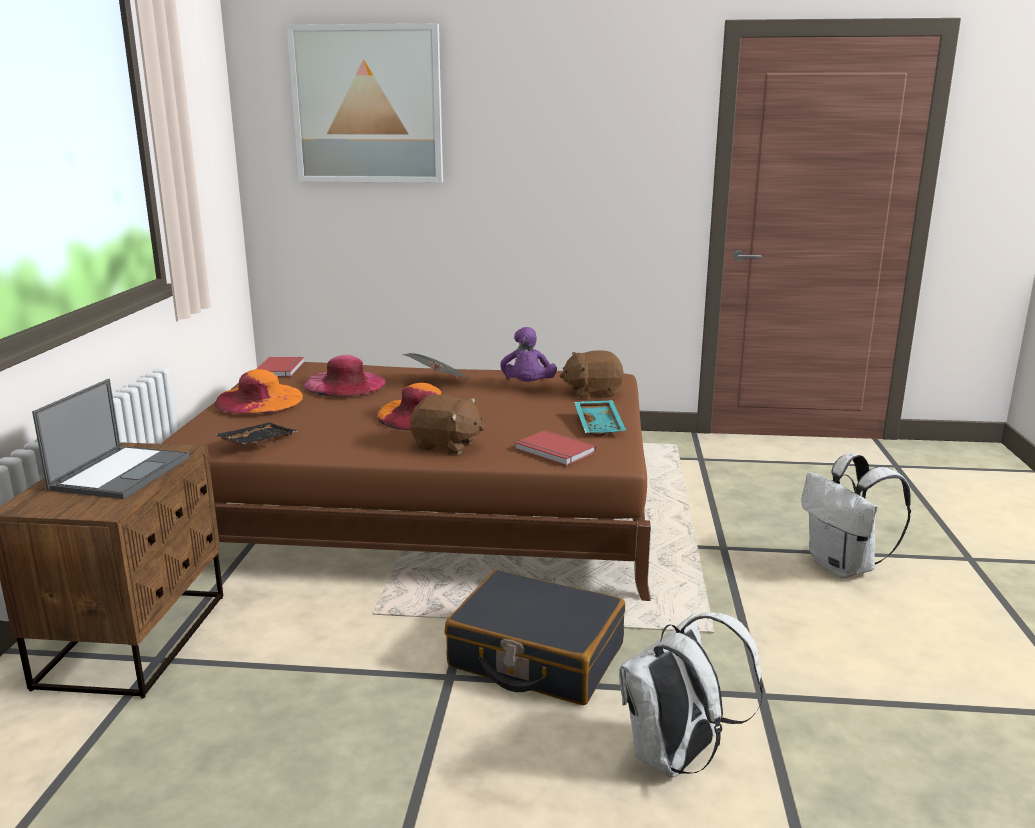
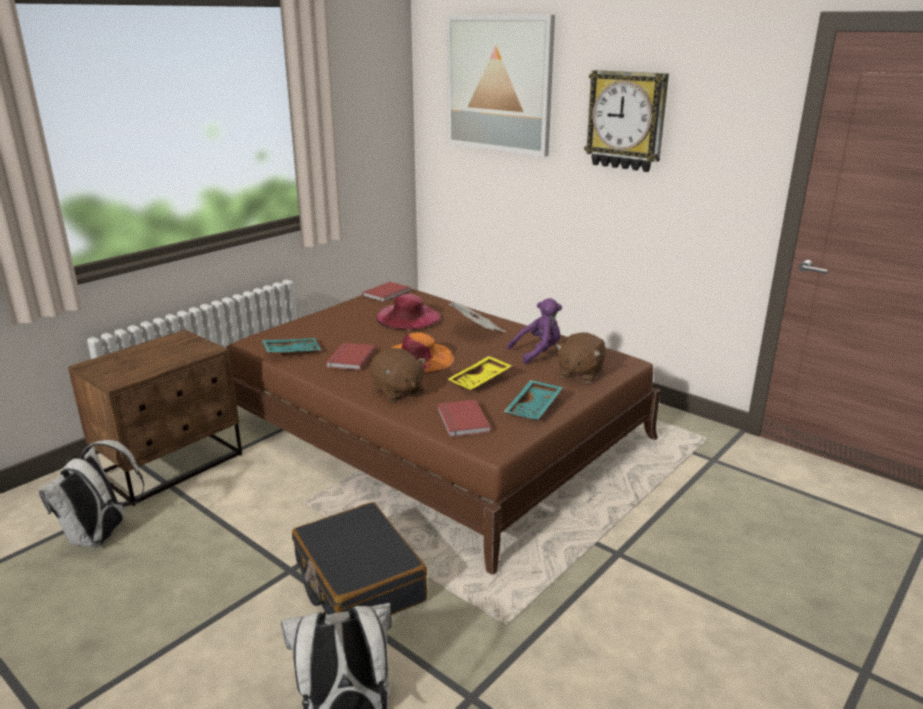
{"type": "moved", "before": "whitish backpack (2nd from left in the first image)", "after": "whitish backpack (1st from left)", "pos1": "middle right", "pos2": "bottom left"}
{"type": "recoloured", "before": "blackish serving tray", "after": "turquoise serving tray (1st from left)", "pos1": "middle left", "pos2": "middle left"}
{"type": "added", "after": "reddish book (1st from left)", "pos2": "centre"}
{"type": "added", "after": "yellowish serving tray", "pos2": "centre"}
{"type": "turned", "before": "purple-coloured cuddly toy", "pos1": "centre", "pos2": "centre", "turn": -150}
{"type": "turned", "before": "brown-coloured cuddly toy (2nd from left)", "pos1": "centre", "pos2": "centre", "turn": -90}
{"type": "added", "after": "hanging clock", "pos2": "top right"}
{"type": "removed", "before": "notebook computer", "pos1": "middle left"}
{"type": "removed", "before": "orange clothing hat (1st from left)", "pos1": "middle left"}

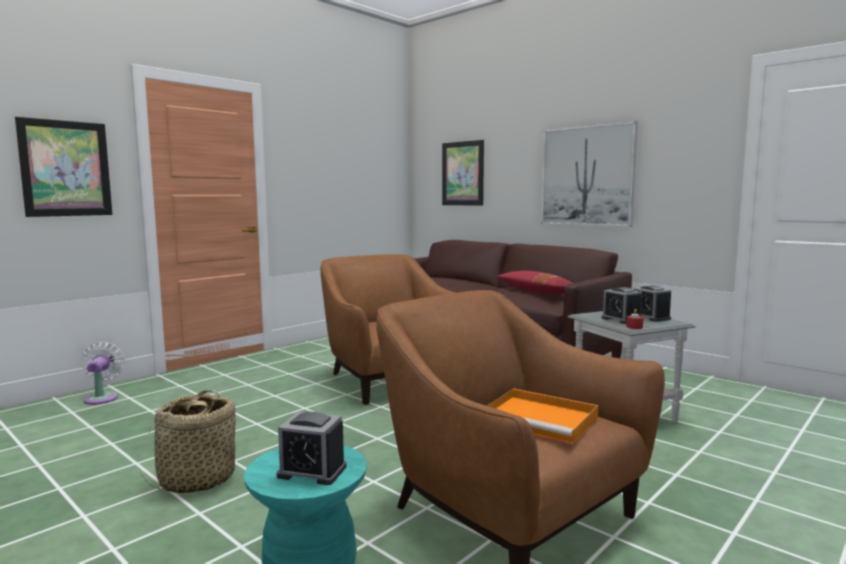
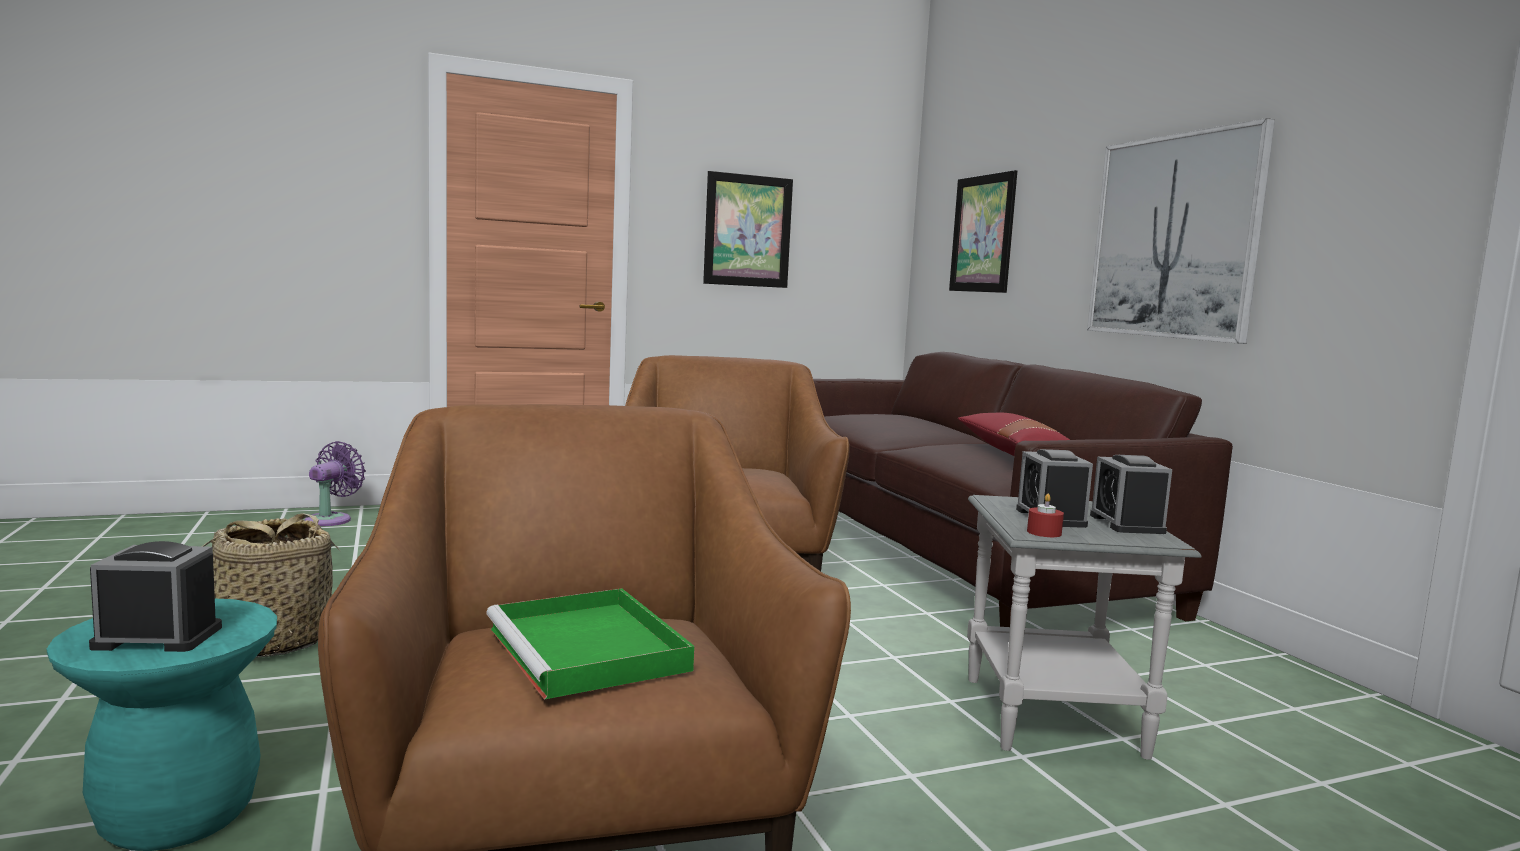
{"type": "turned", "before": "bedside clock (1st from left)", "pos1": "bottom centre", "pos2": "bottom left", "turn": 135}
{"type": "recoloured", "before": "whitish cooling fan", "after": "purple-coloured cooling fan", "pos1": "middle left", "pos2": "middle left"}
{"type": "recoloured", "before": "orange serving tray", "after": "green serving tray", "pos1": "bottom centre", "pos2": "bottom centre"}
{"type": "moved", "before": "wall art (1st from left)", "pos1": "top left", "pos2": "top centre"}

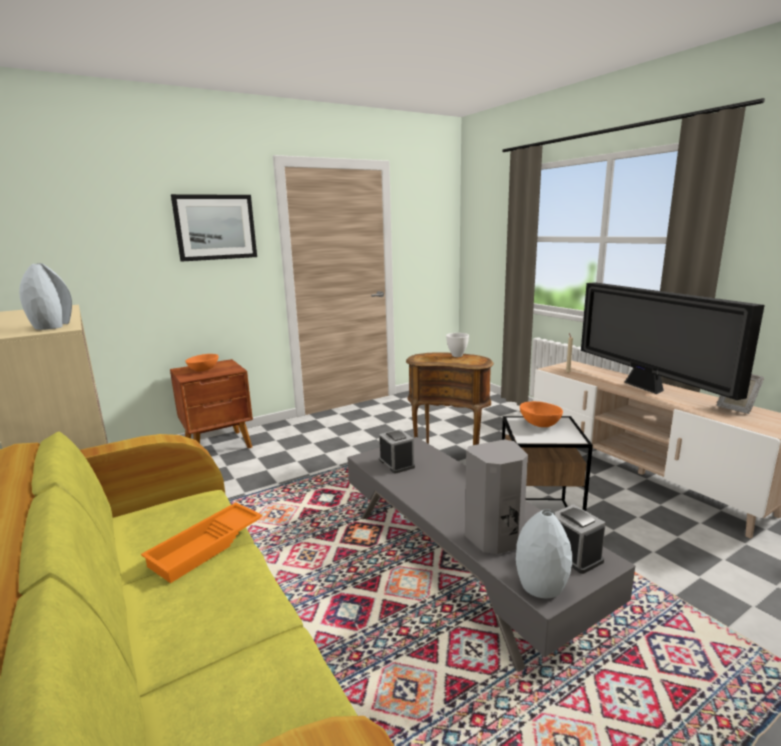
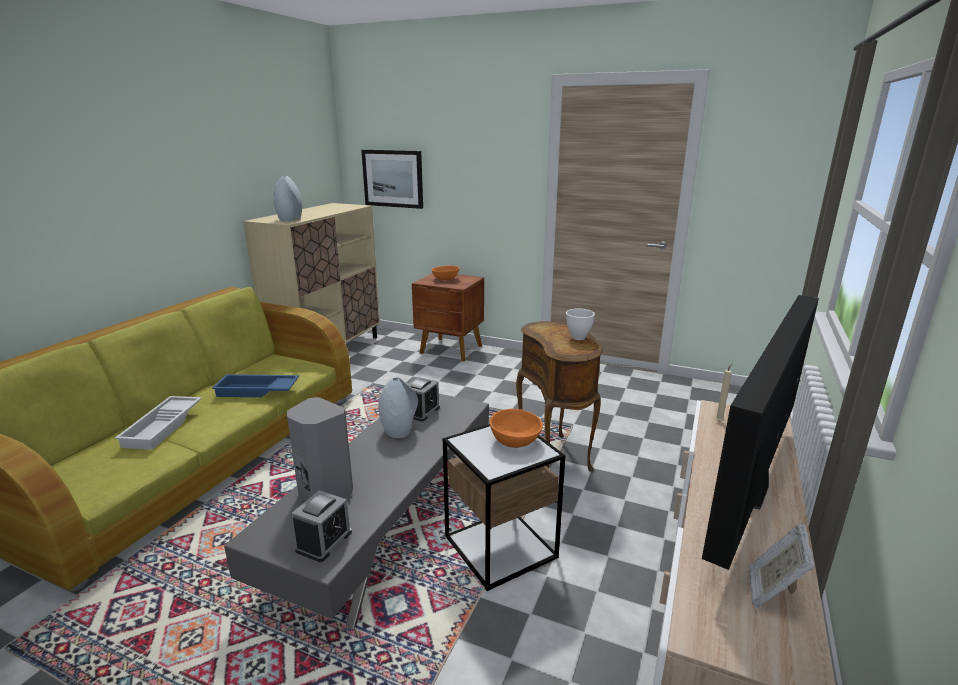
{"type": "added", "after": "whitish serving tray", "pos2": "middle left"}
{"type": "recoloured", "before": "orange serving tray", "after": "blue-coloured serving tray", "pos1": "bottom left", "pos2": "middle left"}
{"type": "moved", "before": "wall art", "pos1": "top left", "pos2": "top centre"}
{"type": "moved", "before": "gray flower vase (2nd from left)", "pos1": "bottom right", "pos2": "centre"}

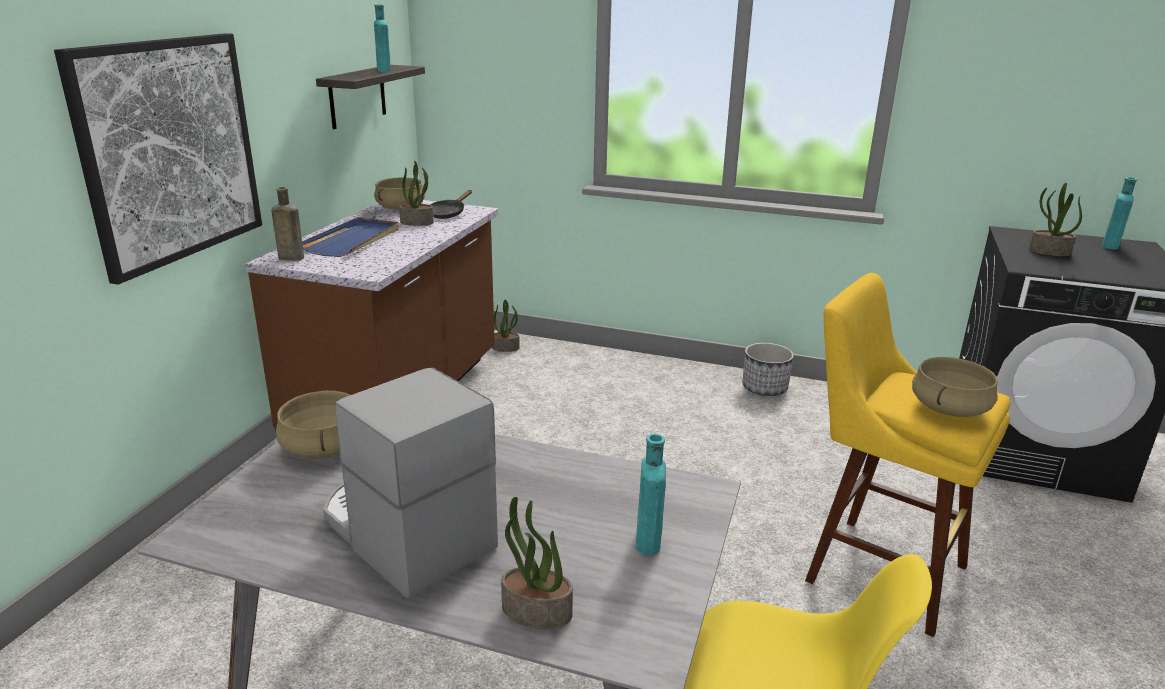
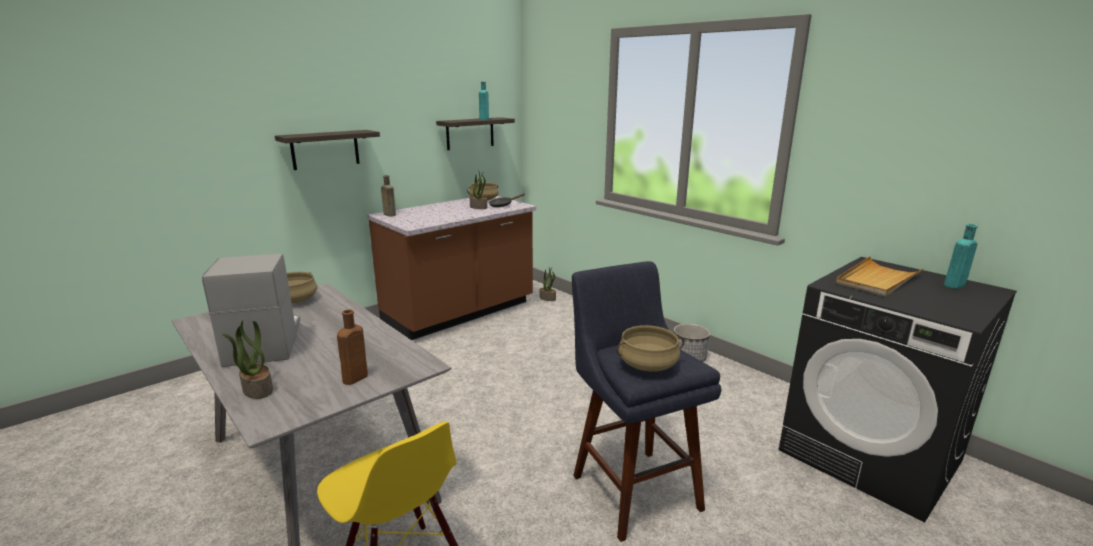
{"type": "replaced", "before": "wall art", "after": "wall shelf (1st from left)", "pos1": "top left", "pos2": "top left"}
{"type": "recoloured", "before": "turquoise drink bottle (2nd from left)", "after": "brown-coloured drink bottle (1st from left)", "pos1": "bottom centre", "pos2": "middle left"}
{"type": "recoloured", "before": "yellowish stool seat", "after": "blue-coloured stool seat", "pos1": "middle right", "pos2": "bottom centre"}
{"type": "replaced", "before": "potted plant (4th from left)", "after": "beige serving tray", "pos1": "top right", "pos2": "middle right"}
{"type": "removed", "before": "blue-coloured serving tray", "pos1": "middle left"}

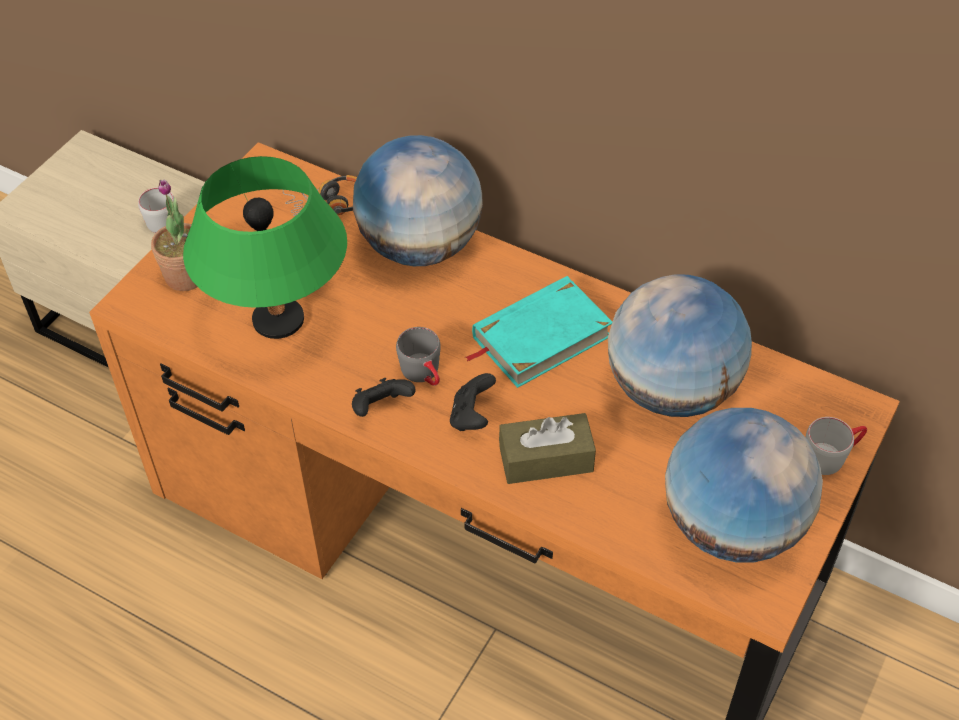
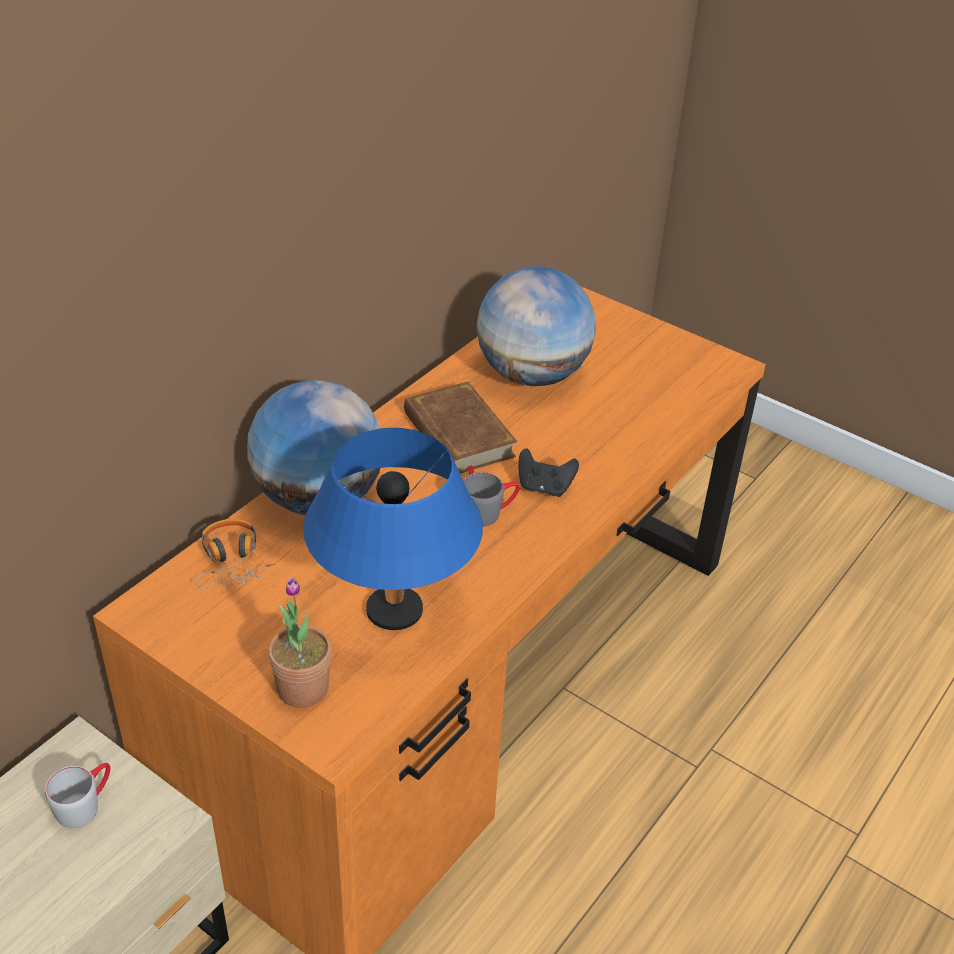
{"type": "recoloured", "before": "green lamp for a table", "after": "blue-coloured lamp for a table", "pos1": "middle left", "pos2": "centre"}
{"type": "recoloured", "before": "turquoise book", "after": "brown-coloured book", "pos1": "centre", "pos2": "centre"}
{"type": "removed", "before": "blackish game controller (1st from left)", "pos1": "centre"}
{"type": "removed", "before": "brown-coloured tissue holder", "pos1": "centre"}
{"type": "removed", "before": "globe (3rd from left)", "pos1": "bottom right"}
{"type": "removed", "before": "gray mug (3rd from left)", "pos1": "middle right"}

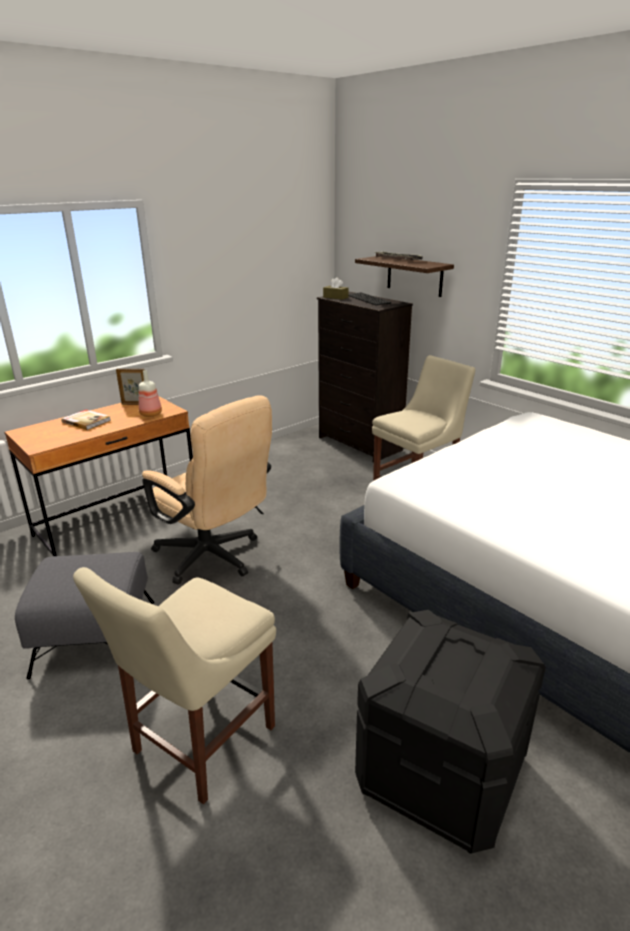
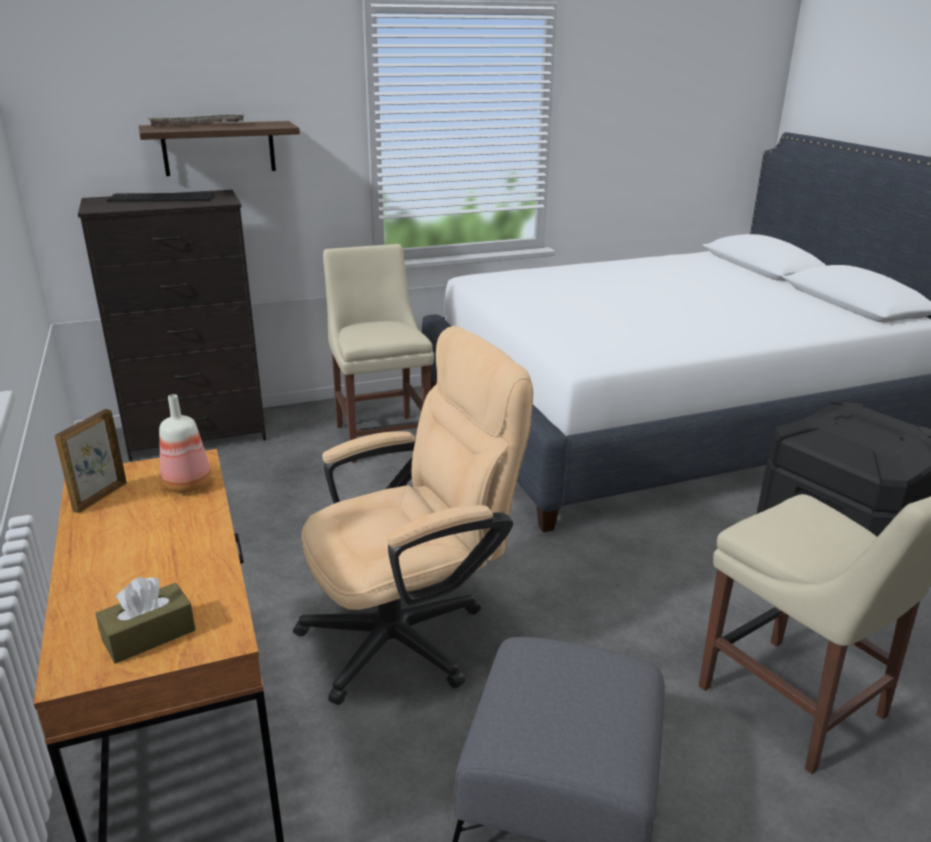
{"type": "moved", "before": "brown-coloured tissue holder", "pos1": "top centre", "pos2": "bottom left"}
{"type": "removed", "before": "book", "pos1": "middle left"}

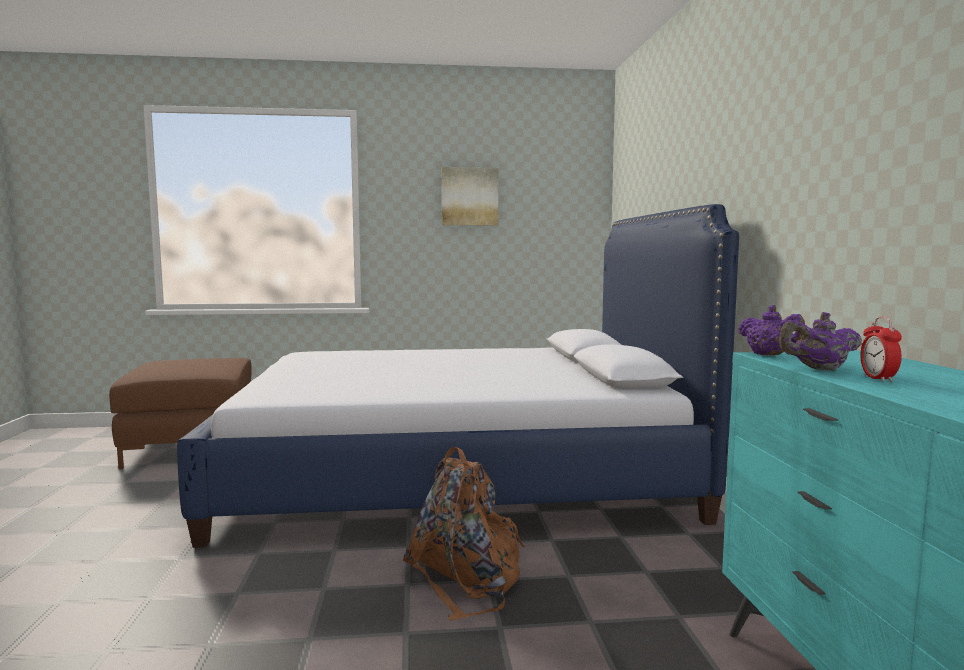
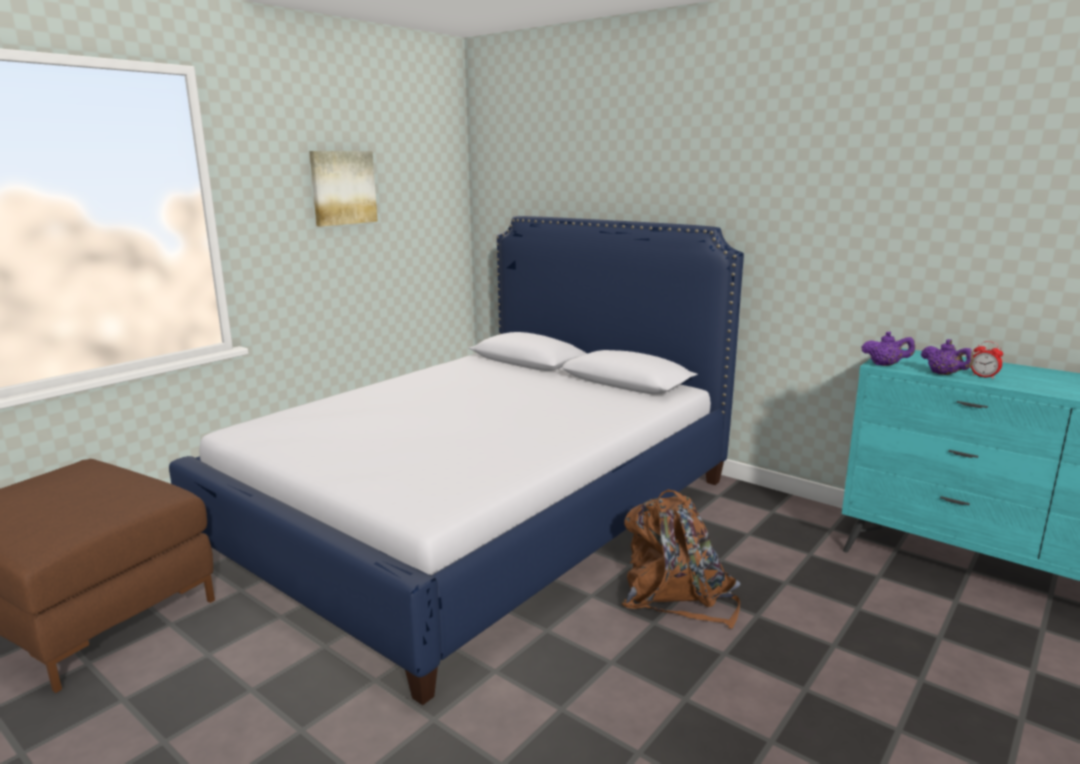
{"type": "turned", "before": "purple-coloured pot for tea (2nd from left)", "pos1": "middle right", "pos2": "middle right", "turn": -75}

